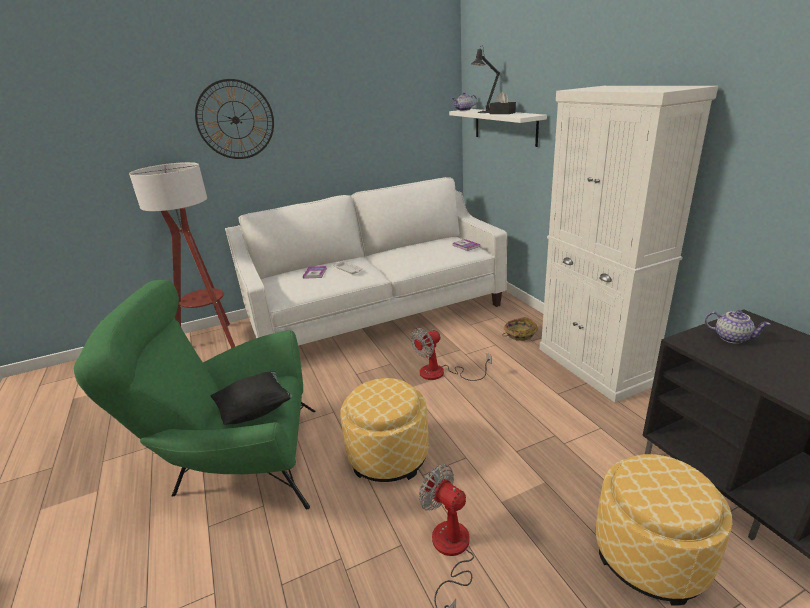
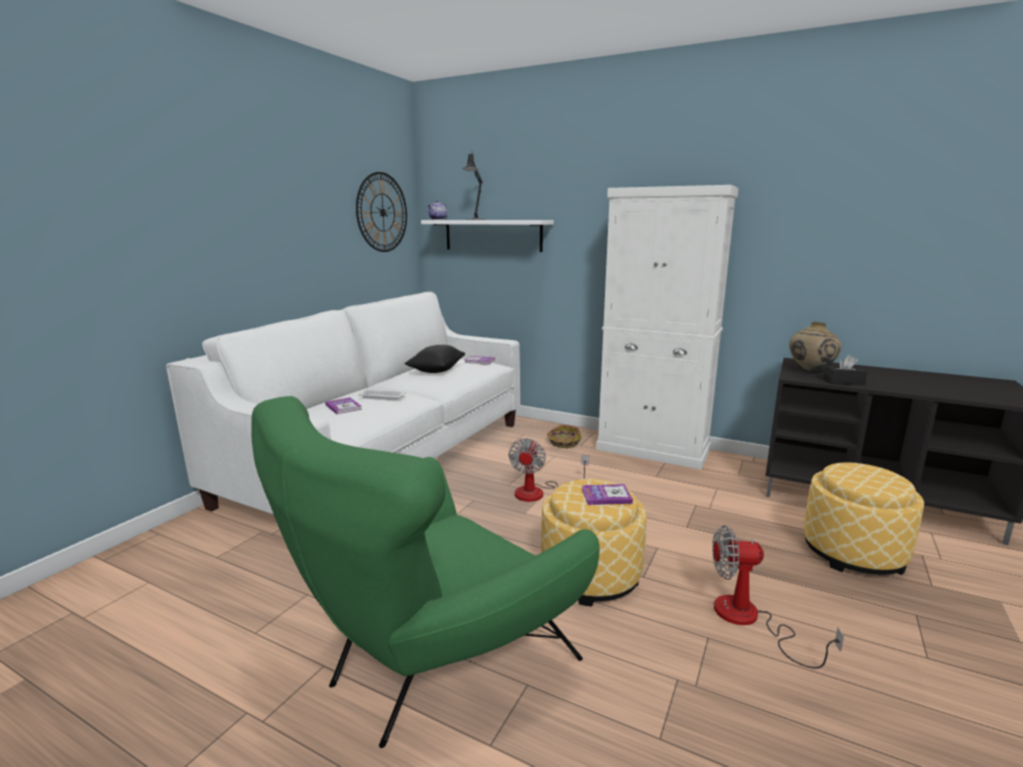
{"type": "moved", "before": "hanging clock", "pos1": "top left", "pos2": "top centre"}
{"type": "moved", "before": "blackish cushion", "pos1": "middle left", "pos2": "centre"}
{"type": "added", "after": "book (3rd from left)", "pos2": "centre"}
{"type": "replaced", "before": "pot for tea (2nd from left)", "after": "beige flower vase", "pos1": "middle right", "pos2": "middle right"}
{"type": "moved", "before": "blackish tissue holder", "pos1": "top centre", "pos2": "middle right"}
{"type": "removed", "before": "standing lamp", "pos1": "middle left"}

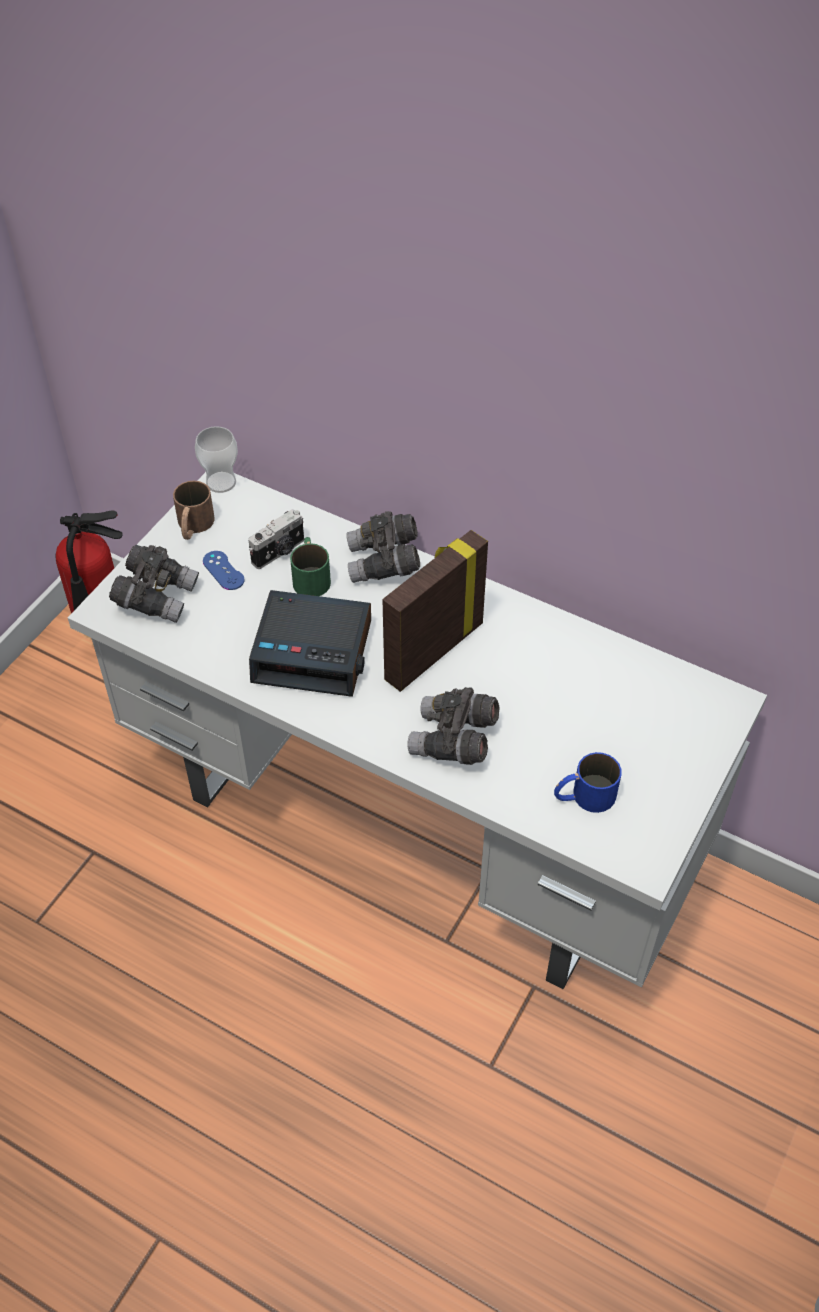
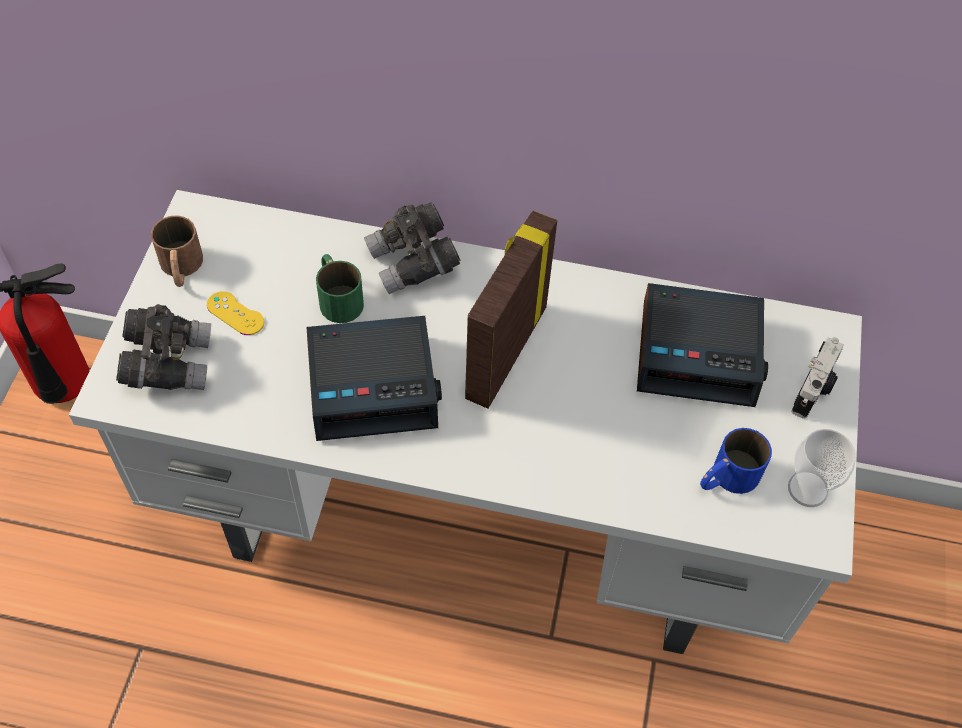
{"type": "recoloured", "before": "blue-coloured game controller", "after": "yellowish game controller", "pos1": "middle left", "pos2": "middle left"}
{"type": "added", "after": "bedside clock (2nd from left)", "pos2": "middle right"}
{"type": "moved", "before": "small cup", "pos1": "middle left", "pos2": "middle right"}
{"type": "moved", "before": "photo camera", "pos1": "centre", "pos2": "middle right"}
{"type": "removed", "before": "gray binoculars (3rd from left)", "pos1": "centre"}

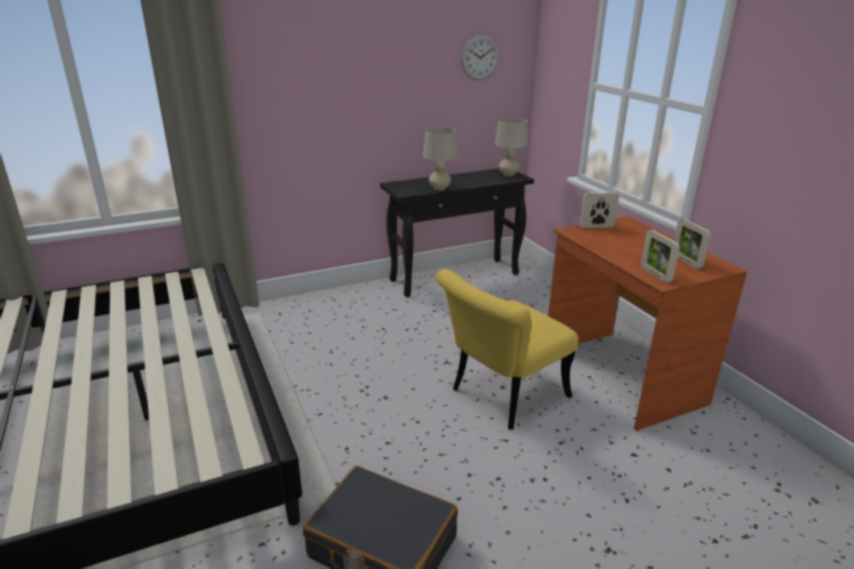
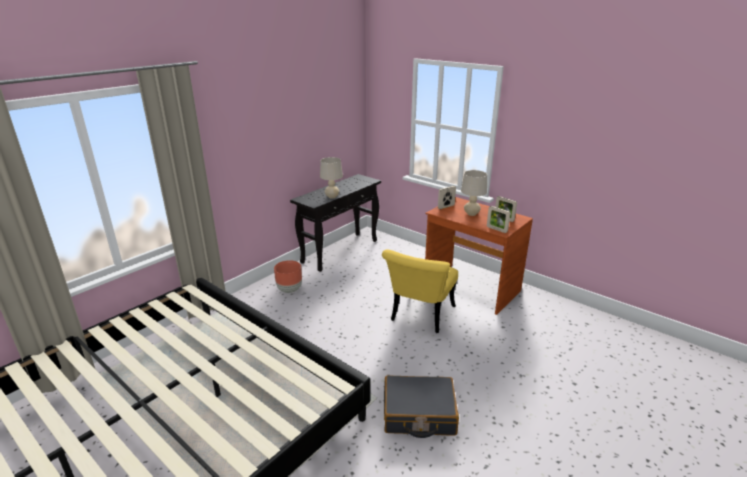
{"type": "added", "after": "brown-coloured flower pot", "pos2": "centre"}
{"type": "moved", "before": "beige lamp for a table (2nd from left)", "pos1": "top centre", "pos2": "centre"}
{"type": "removed", "before": "hanging clock", "pos1": "top centre"}

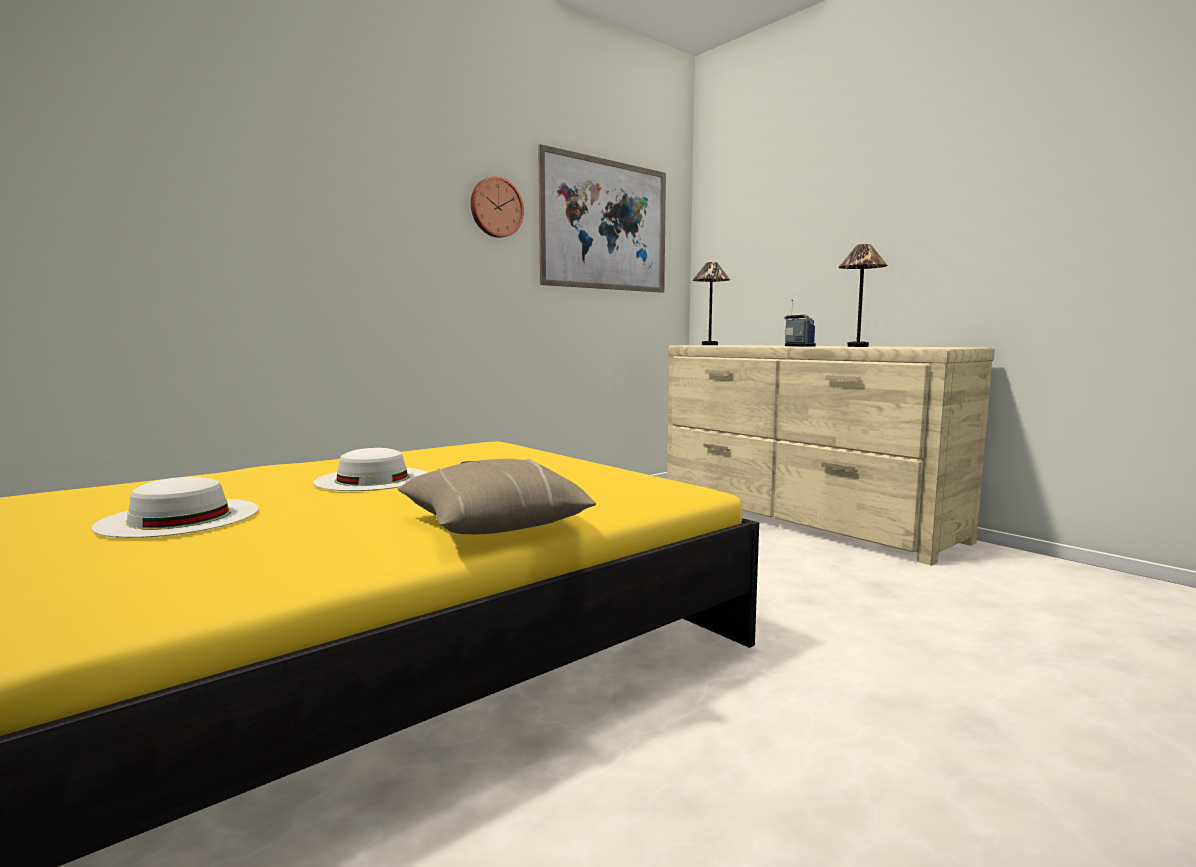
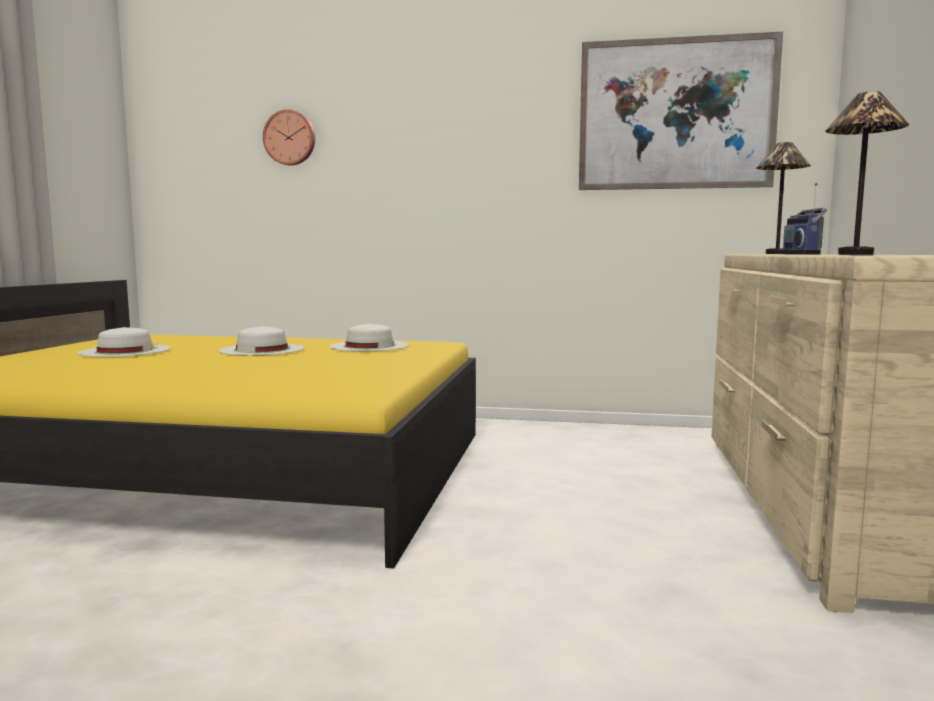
{"type": "moved", "before": "hanging clock", "pos1": "top centre", "pos2": "top left"}
{"type": "added", "after": "whitish clothing hat (3rd from left)", "pos2": "centre"}
{"type": "turned", "before": "radio receiver", "pos1": "middle right", "pos2": "top right", "turn": 150}
{"type": "removed", "before": "beige cushion", "pos1": "centre"}

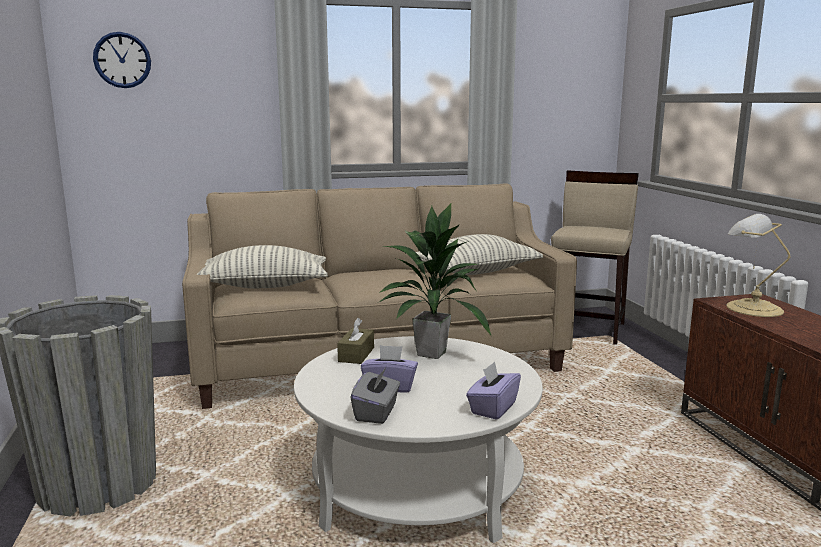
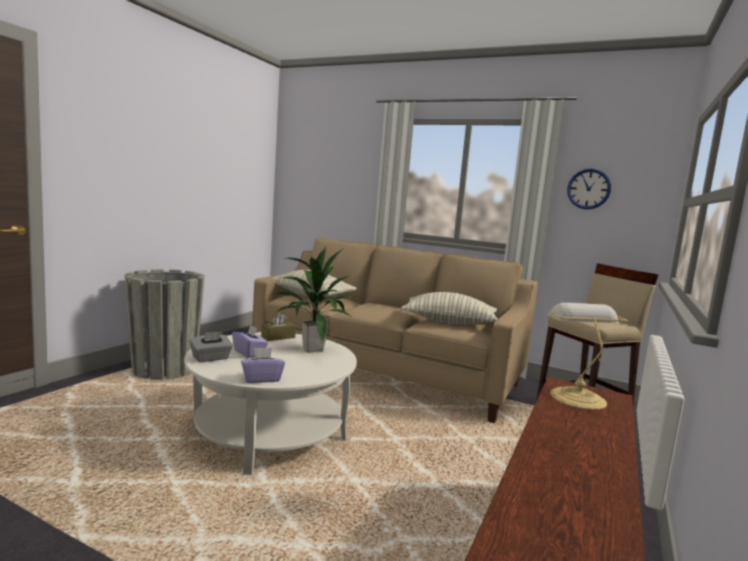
{"type": "moved", "before": "hanging clock", "pos1": "top left", "pos2": "middle right"}

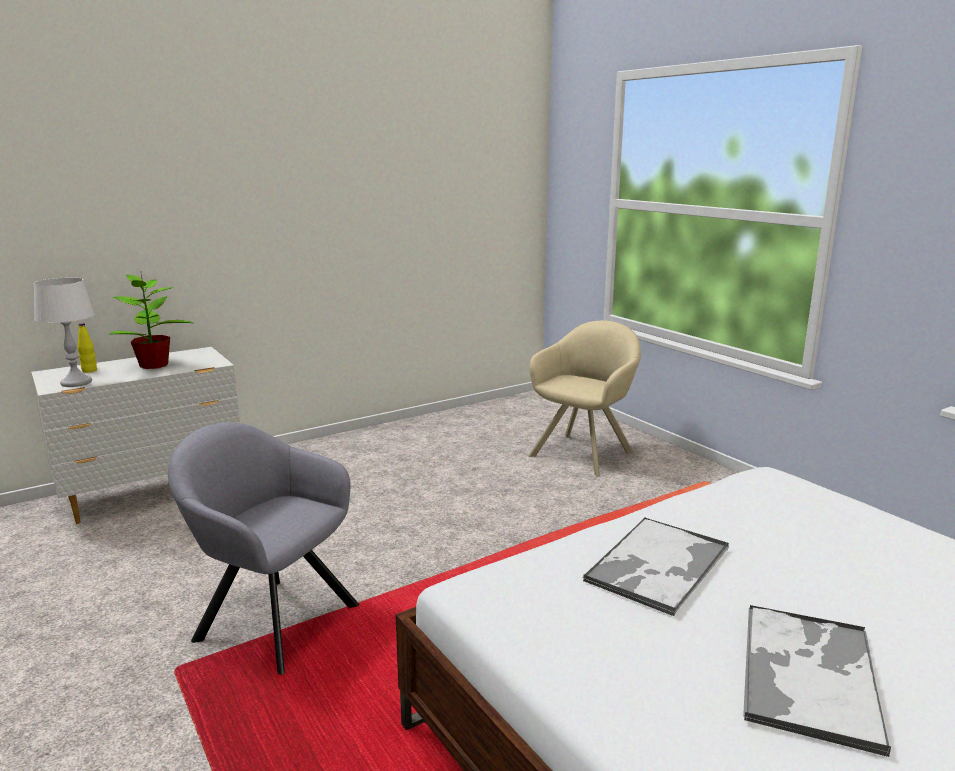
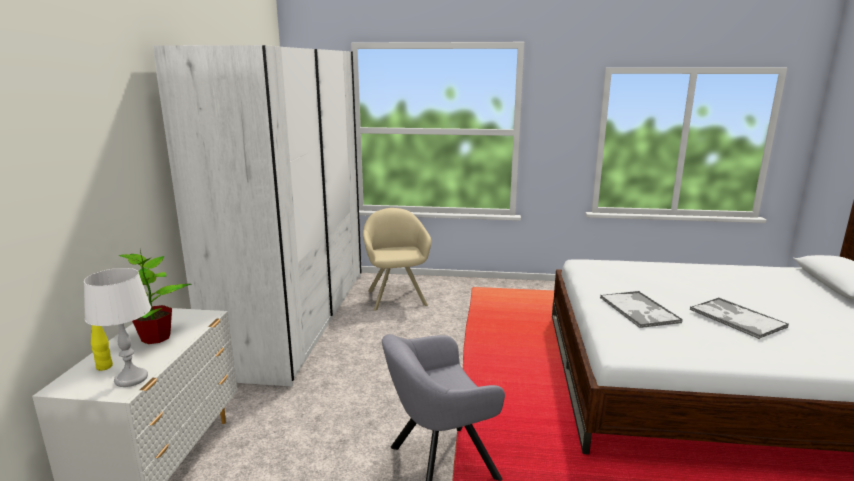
{"type": "added", "after": "whitish armoire", "pos2": "middle left"}

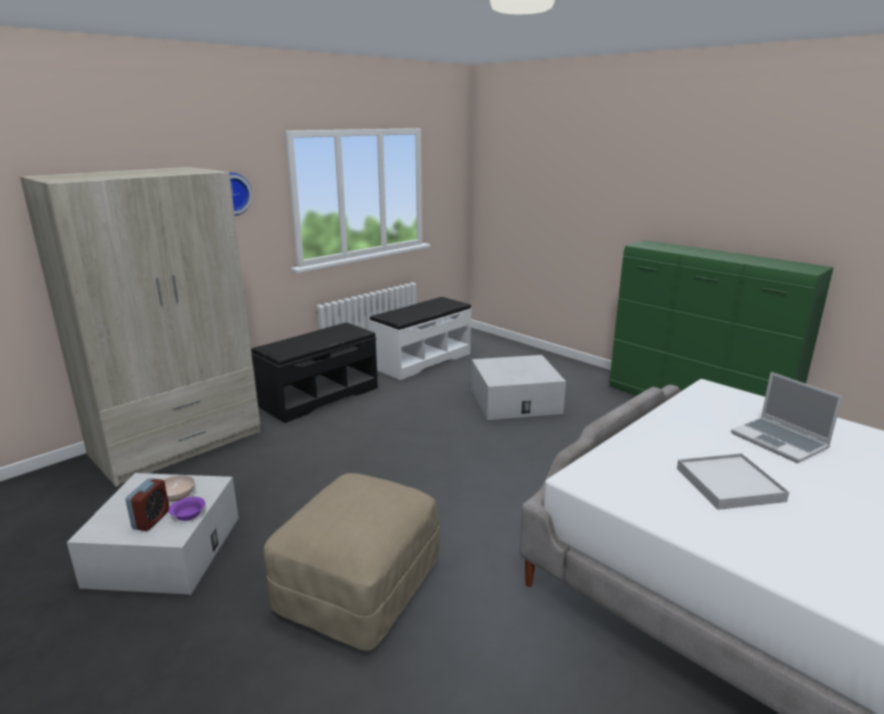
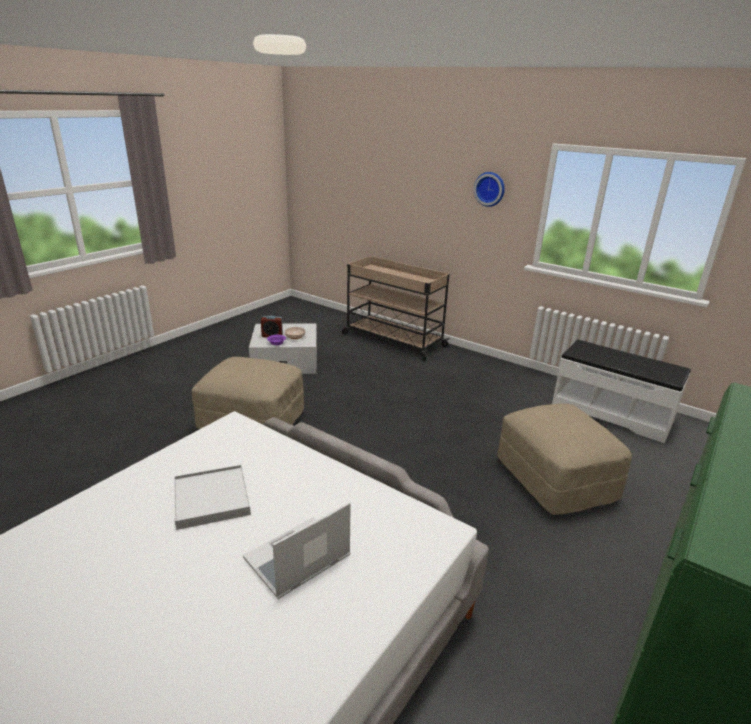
{"type": "replaced", "before": "beige armoire", "after": "beige cart", "pos1": "middle left", "pos2": "centre"}
{"type": "replaced", "before": "whitish storage bin (2nd from left)", "after": "beige footrest (2nd from left)", "pos1": "centre", "pos2": "middle right"}
{"type": "removed", "before": "blackish indoor bench", "pos1": "centre"}

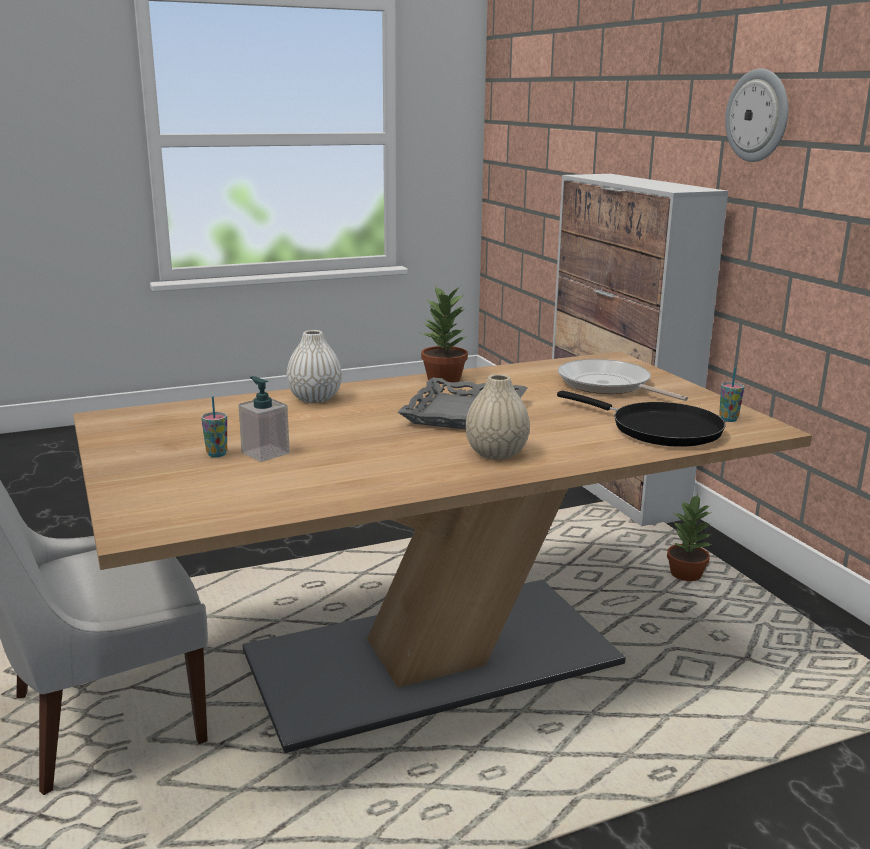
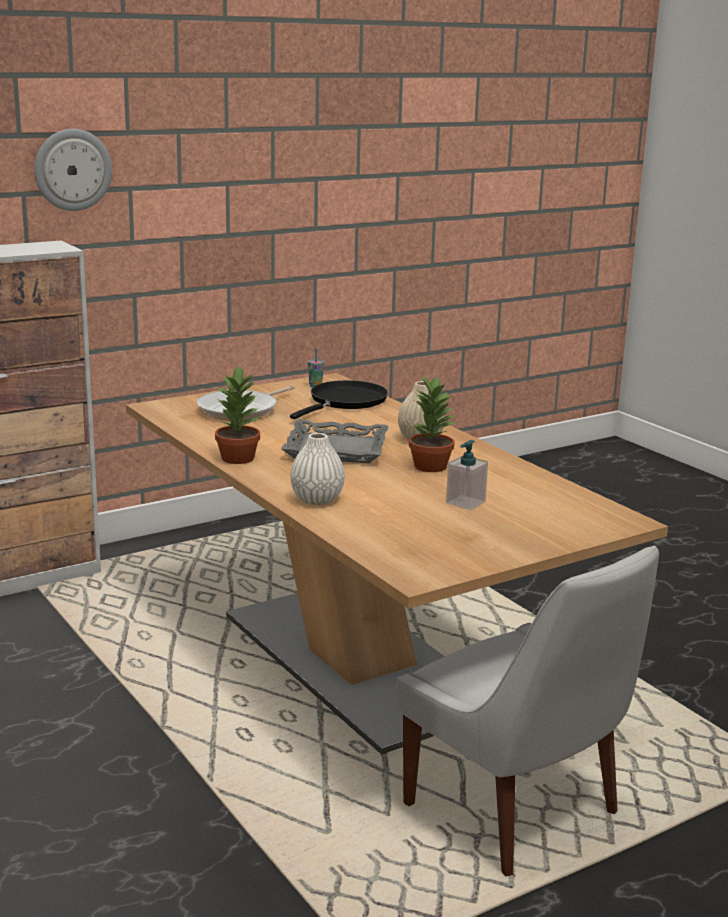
{"type": "moved", "before": "potted plant (2nd from left)", "pos1": "middle right", "pos2": "centre"}
{"type": "removed", "before": "small cup (1st from left)", "pos1": "middle left"}

